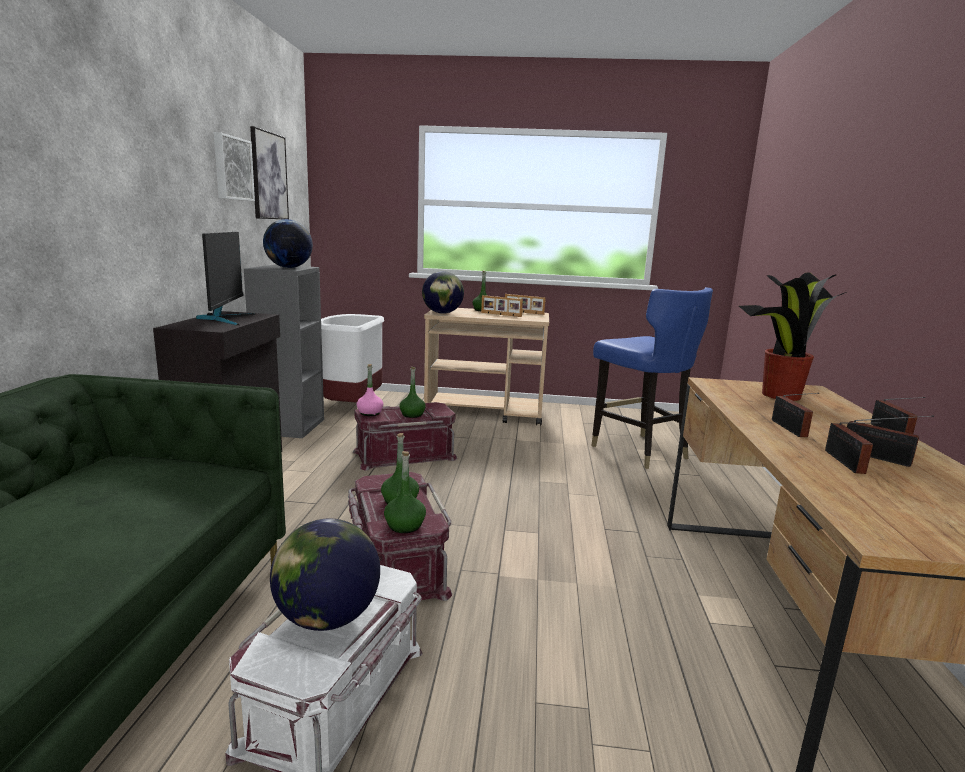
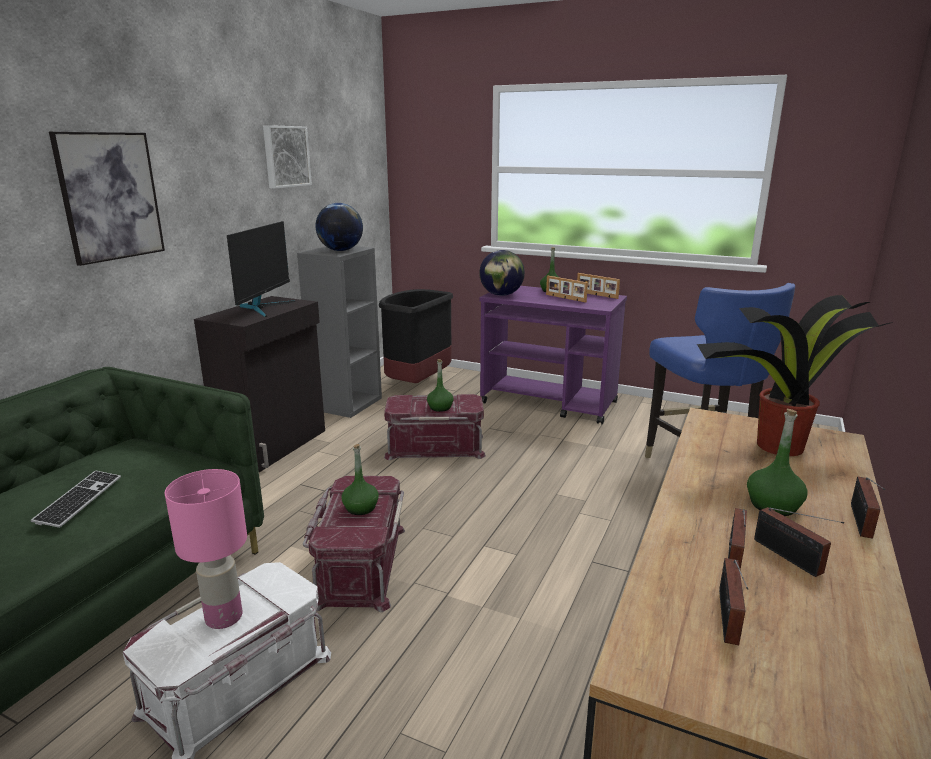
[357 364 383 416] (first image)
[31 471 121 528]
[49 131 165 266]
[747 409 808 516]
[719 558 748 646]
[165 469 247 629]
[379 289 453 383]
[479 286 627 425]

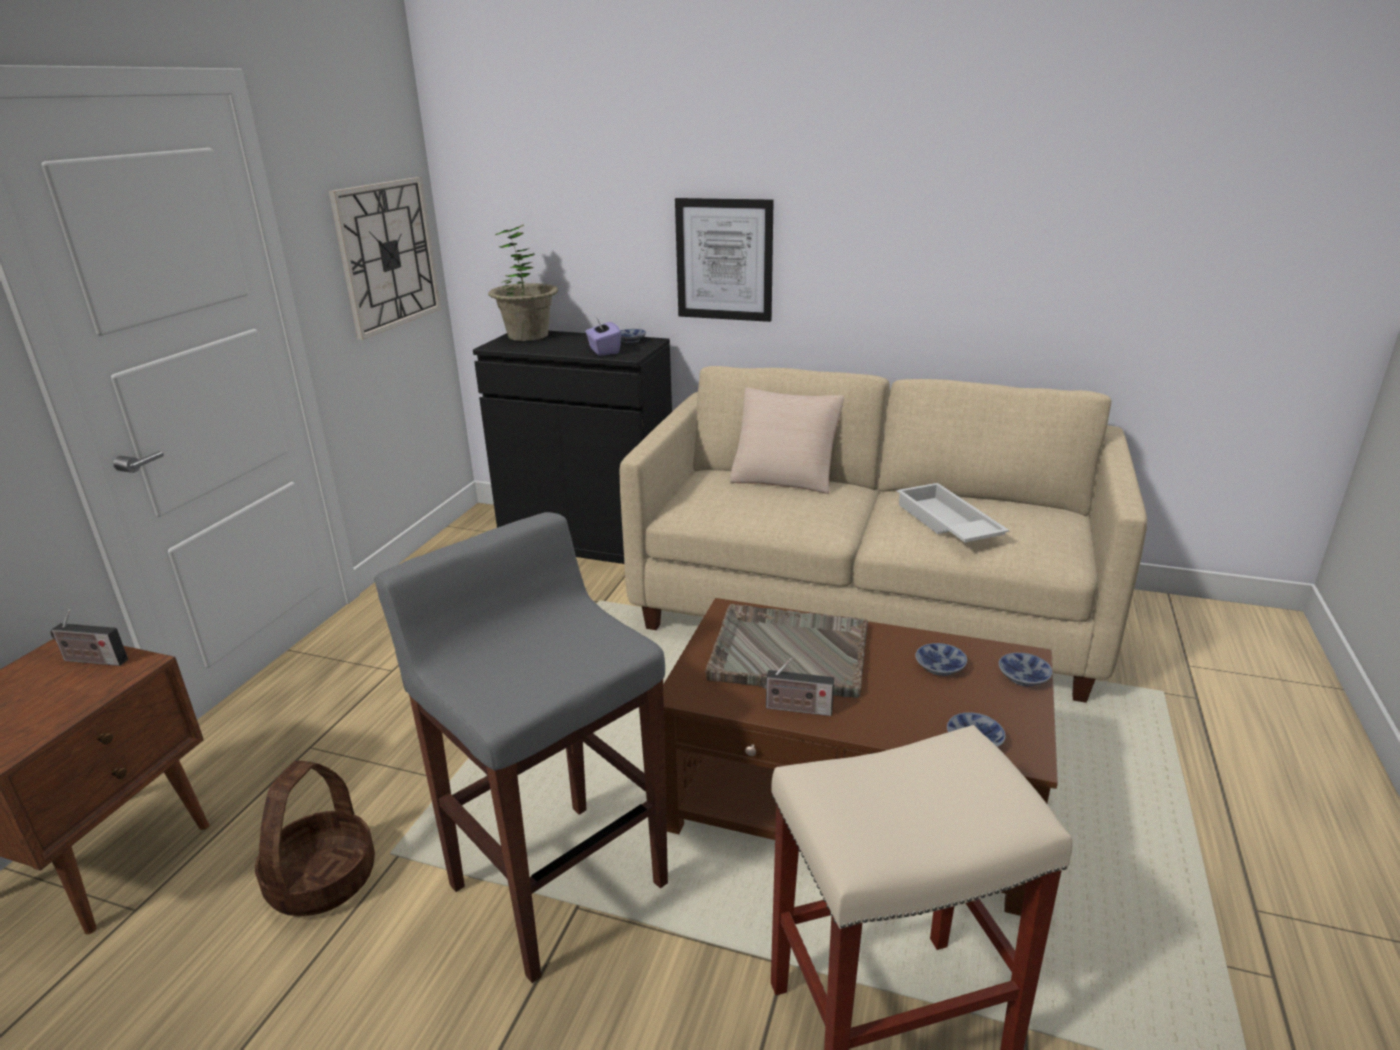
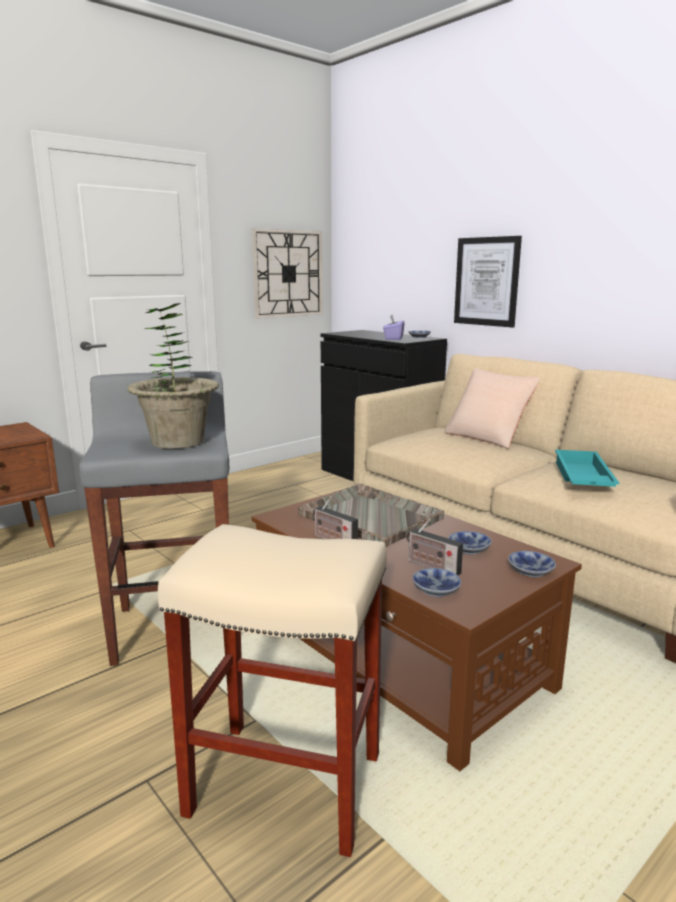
[255 761 375 916] (first image)
[406 518 463 576]
[127 303 219 449]
[555 450 620 487]

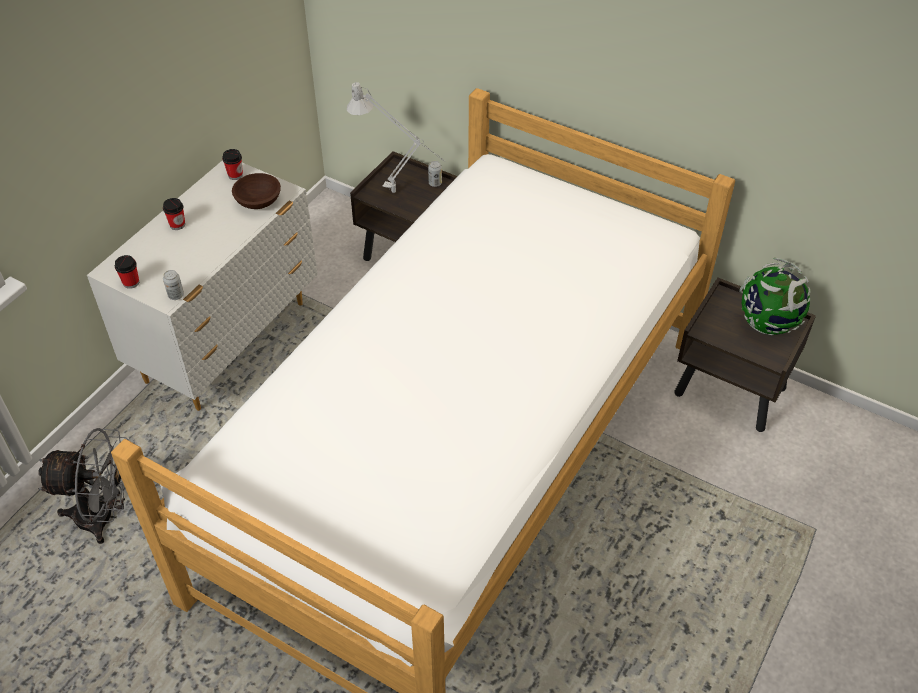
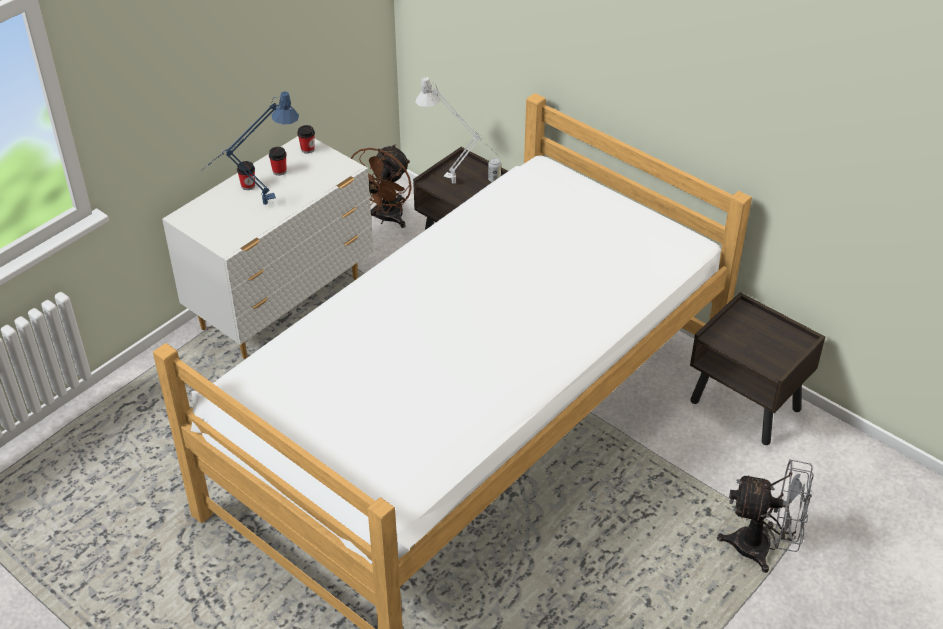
[163 270 184 300] (first image)
[232 173 281 209] (first image)
[739 258 811 335] (first image)
[202 92 299 205]
[351 144 412 228]
[717 459 814 573]
[269 147 287 176]

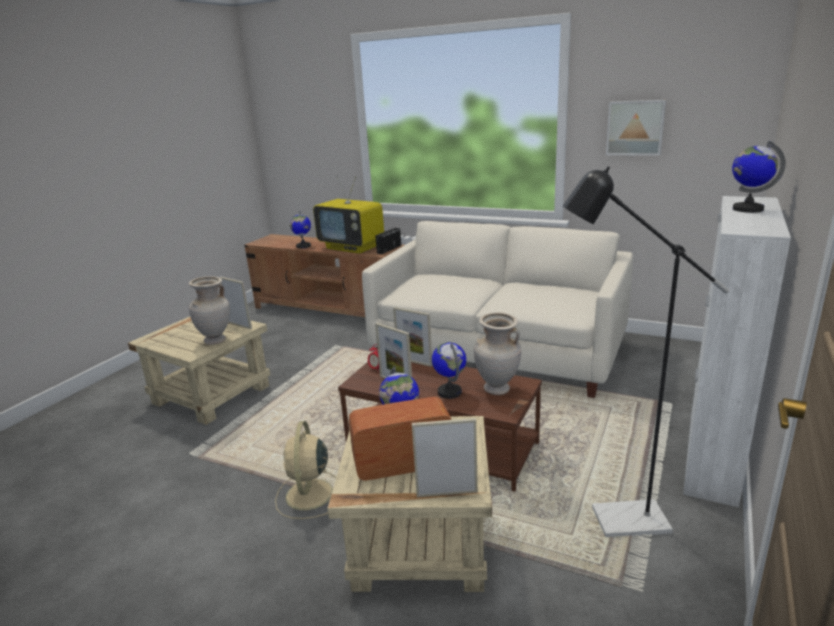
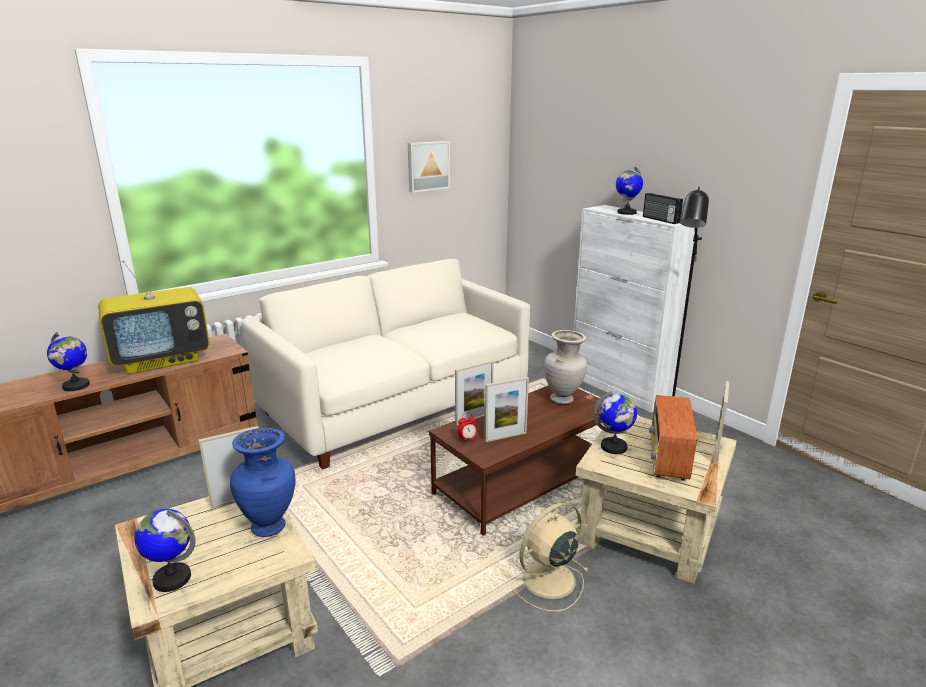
[643 193 683 224]
[134 509 195 592]
[230 428 296 537]
[511 502 589 612]

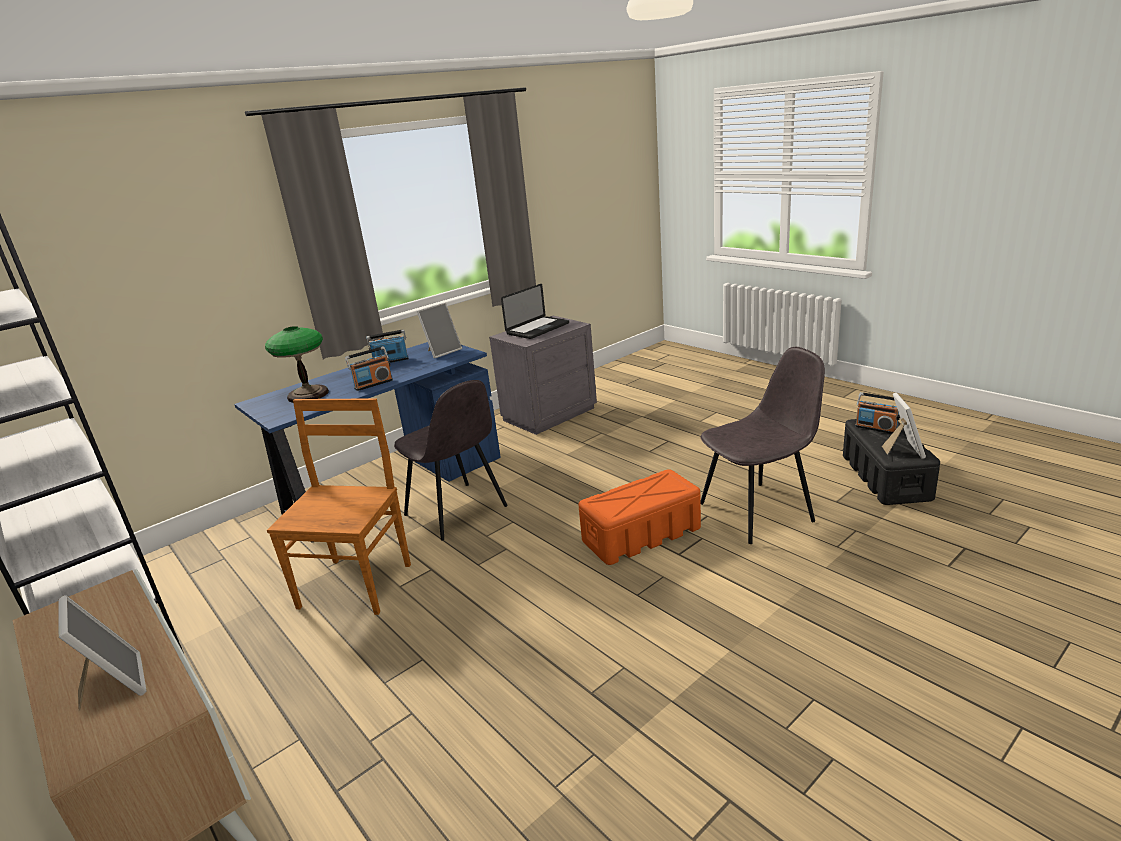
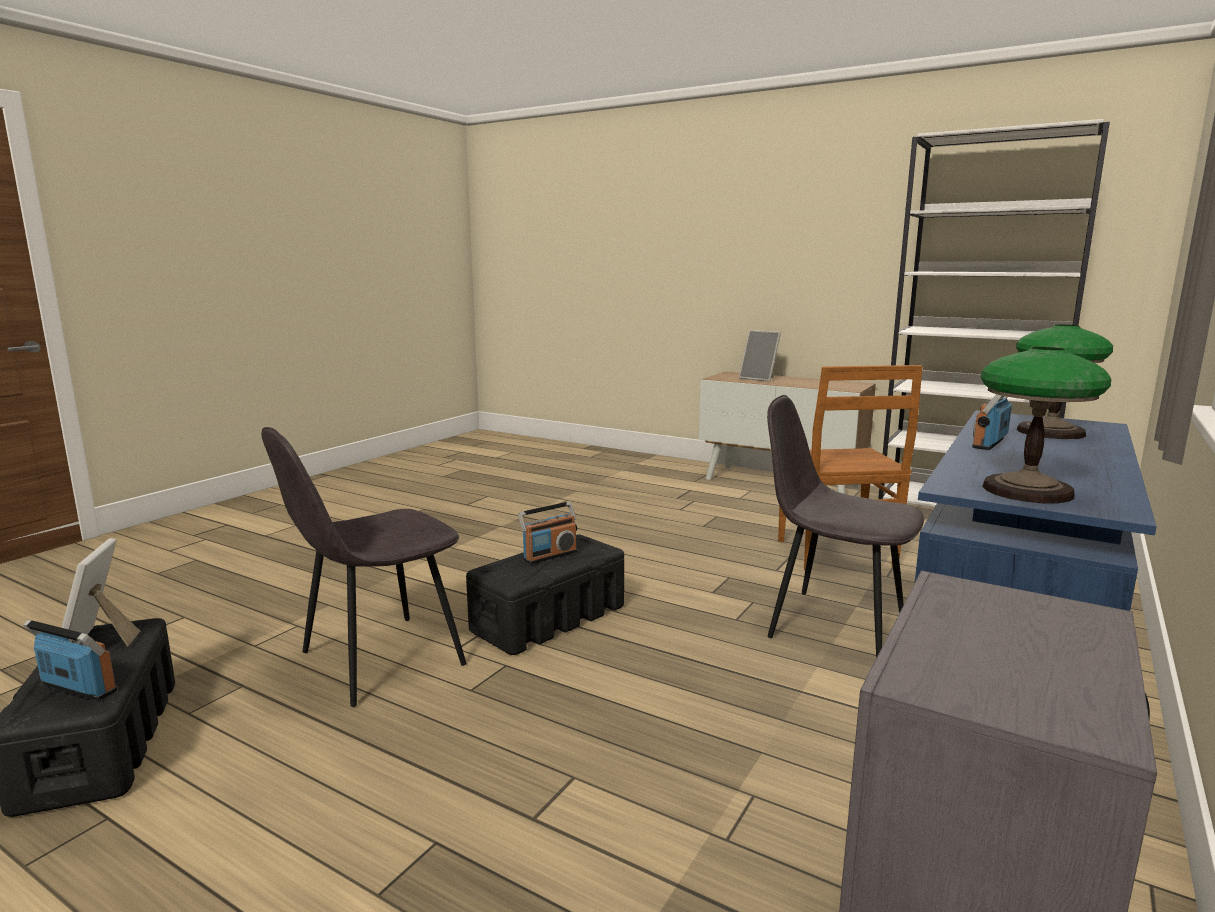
[501 284 569 339] (first image)
[518 502 577 564]
[981 347 1111 503]
[466 535 624 655]

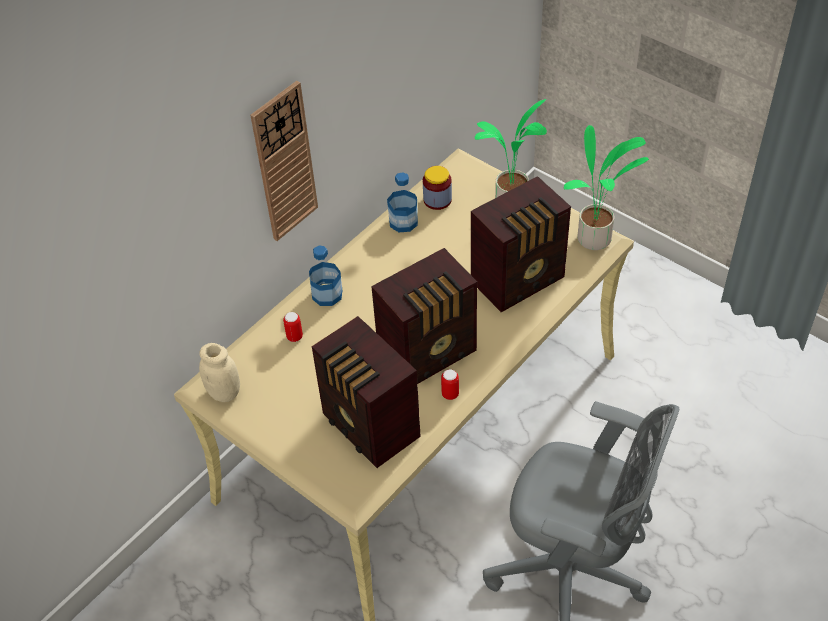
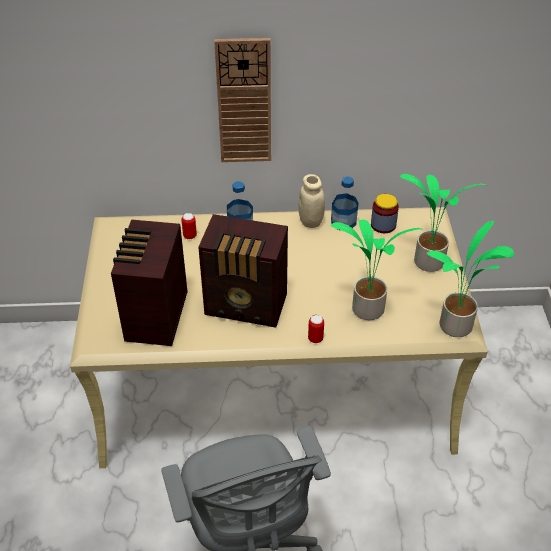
[299 174 325 228]
[308 315 324 343]
[331 219 422 320]

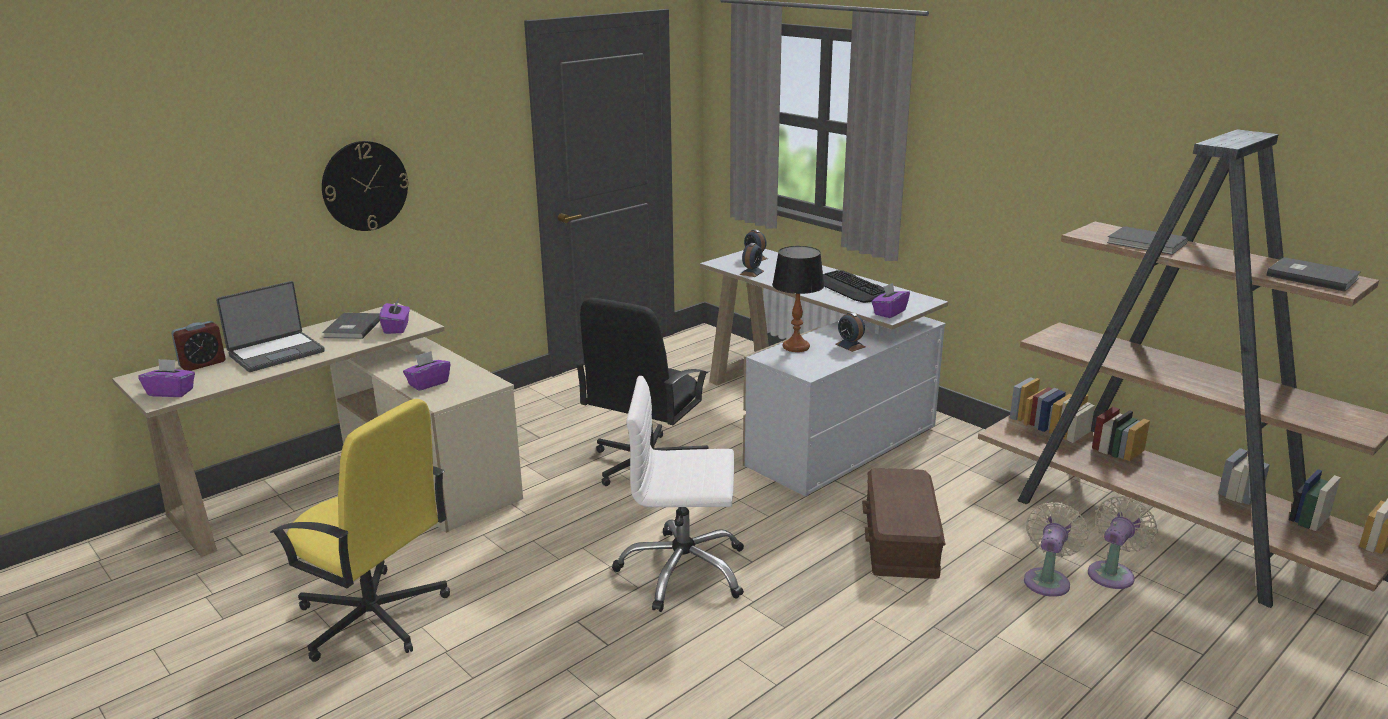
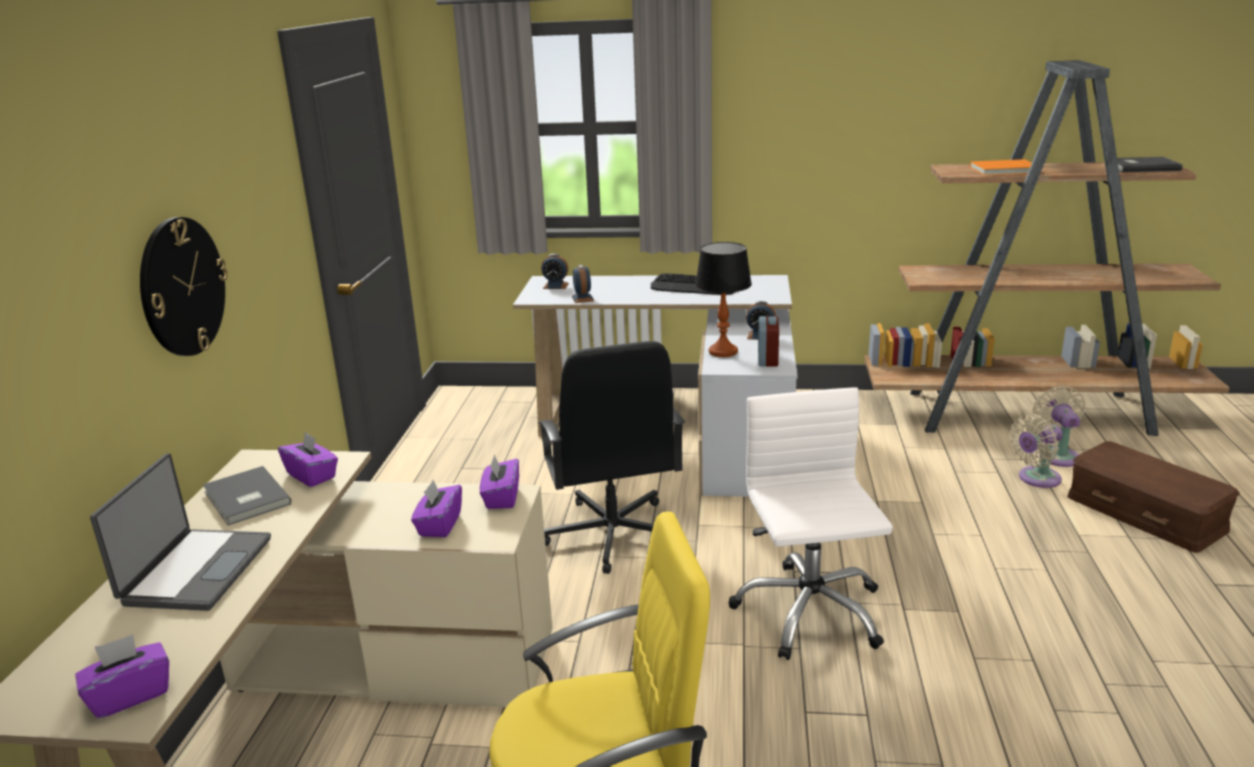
[758 316 779 367]
[1067 441 1240 553]
[480 454 519 509]
[970 159 1032 175]
[729 387 893 660]
[1010 414 1063 488]

